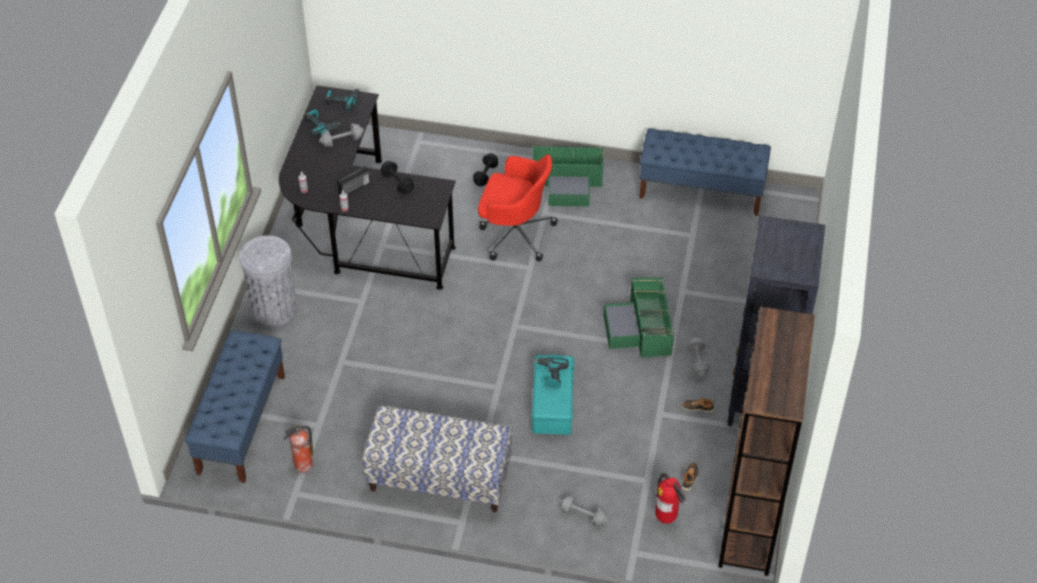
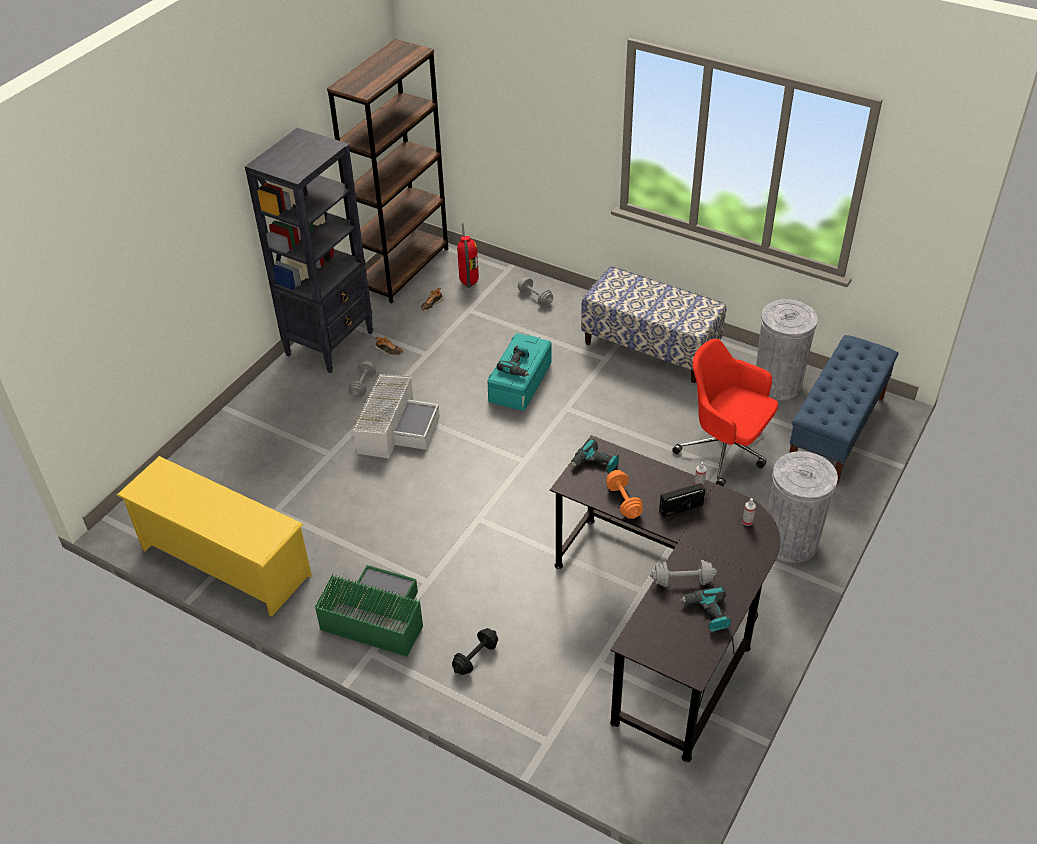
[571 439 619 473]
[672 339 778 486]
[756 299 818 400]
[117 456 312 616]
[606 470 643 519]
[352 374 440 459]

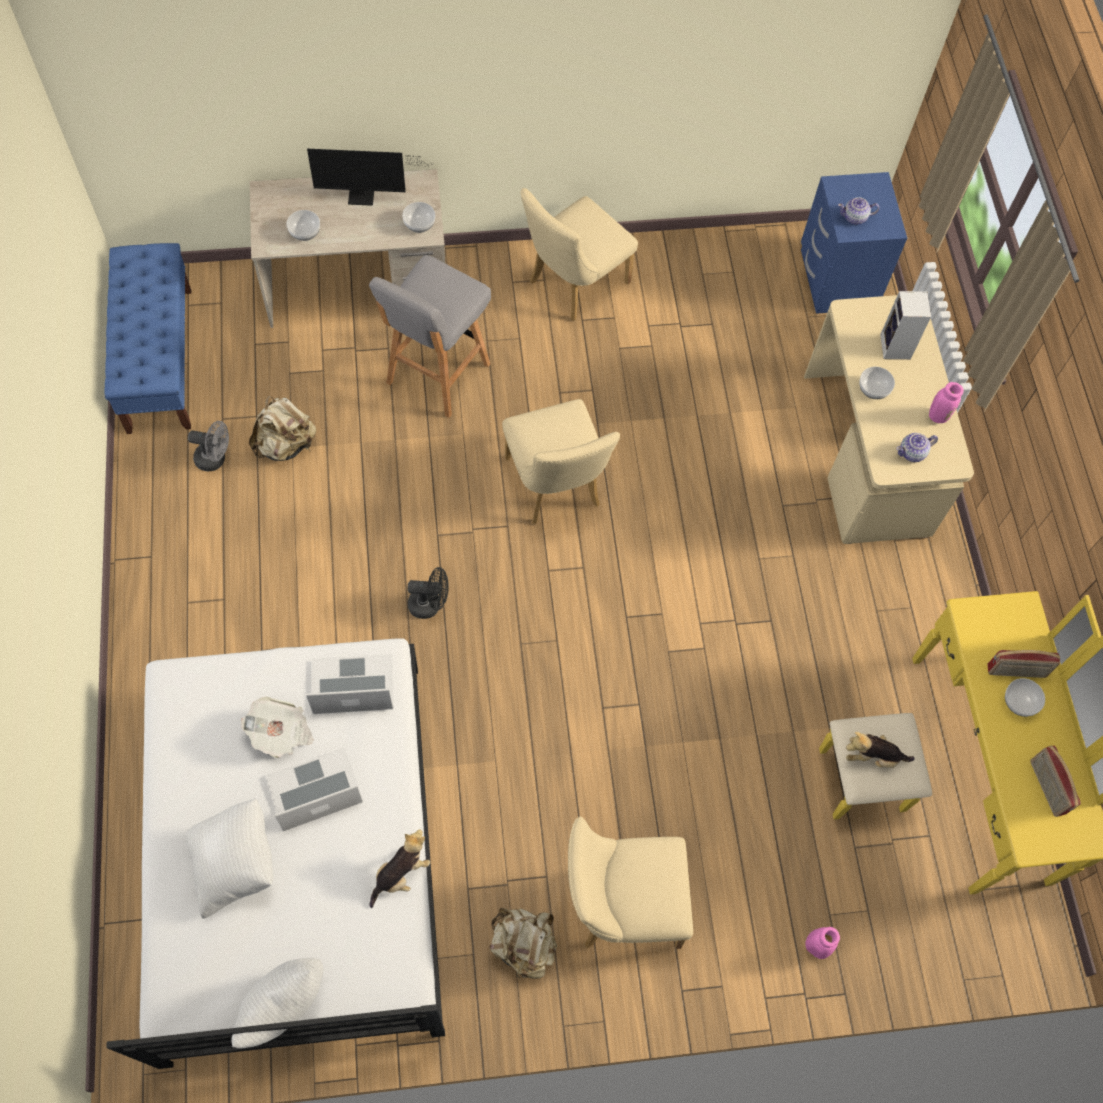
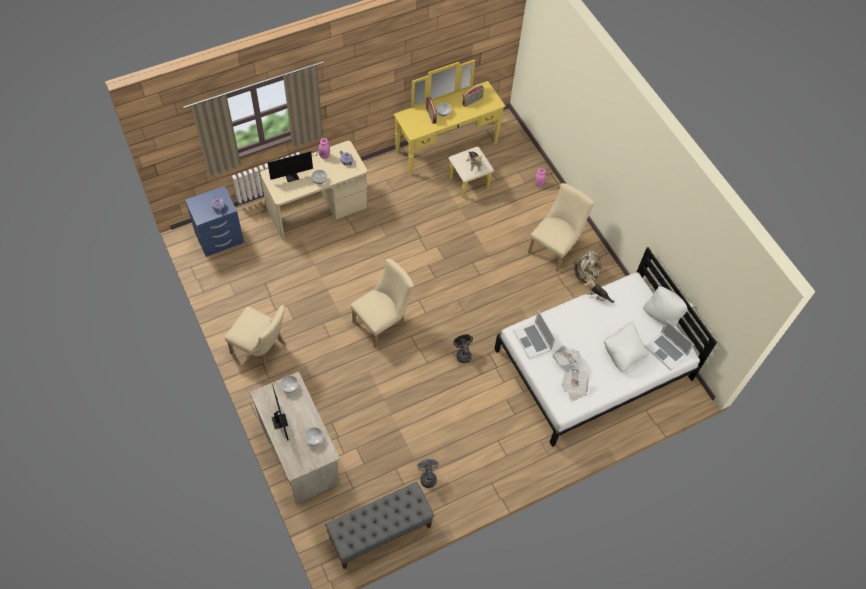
[249 396 316 461] (first image)
[369 255 491 418] (first image)
[562 367 589 402]
[645 321 694 370]
[268 151 323 182]
[325 482 434 569]
[528 183 594 272]

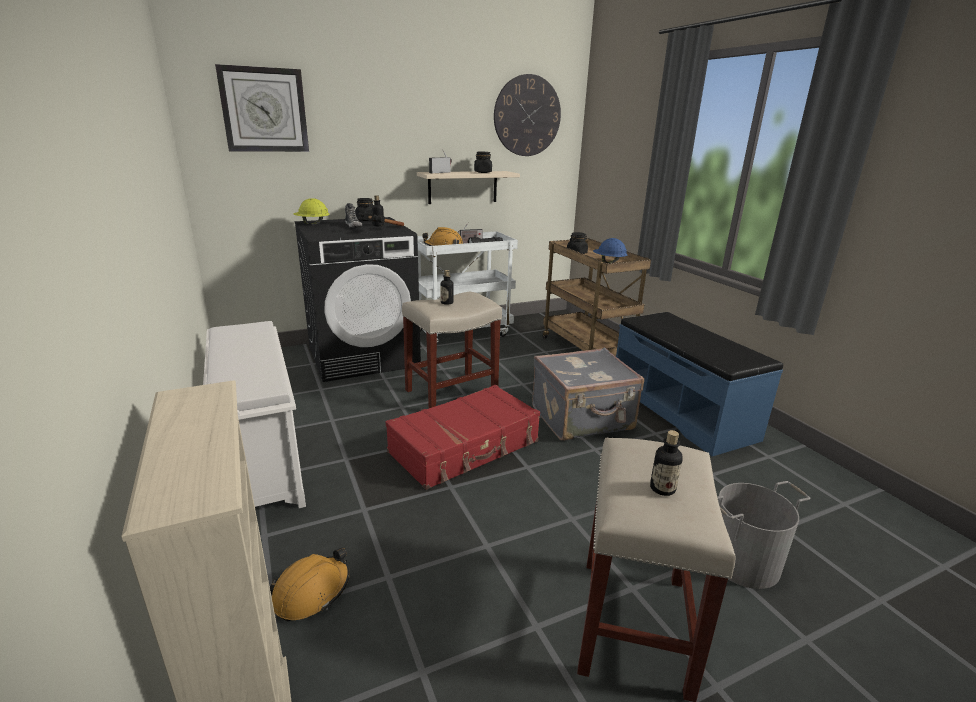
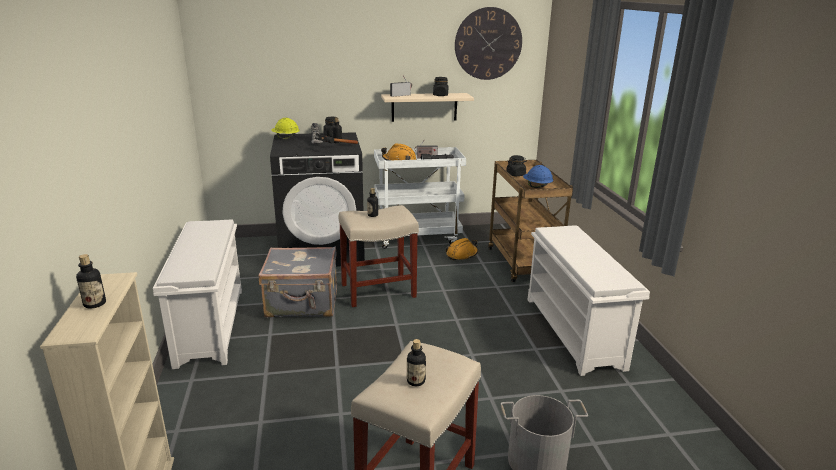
[215 64 309 152] (first image)
[386 385 540 490] (first image)
[76 254 106 309]
[445 238 478 260]
[259 247 337 318]
[528 225 650 376]

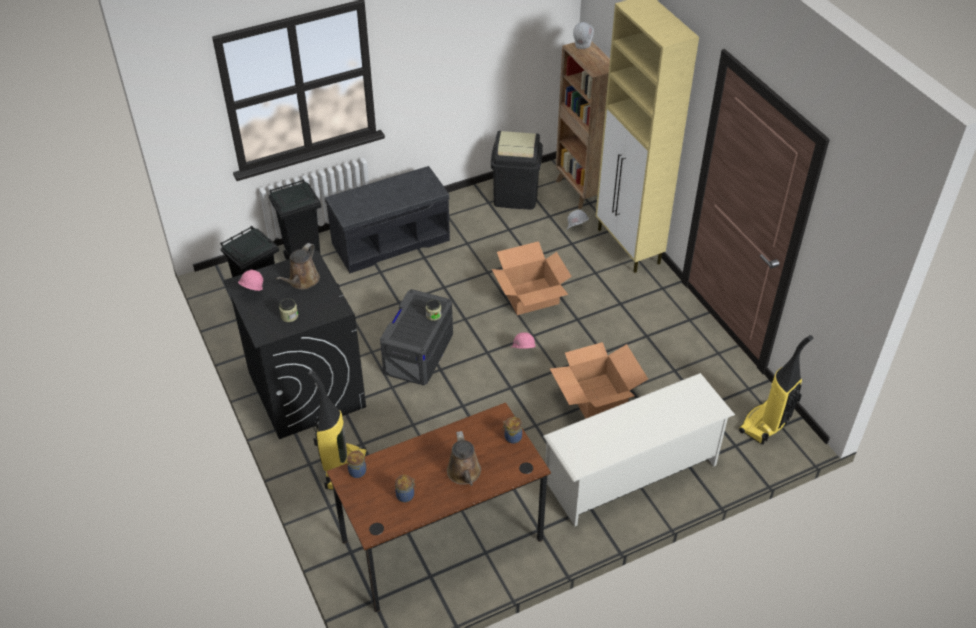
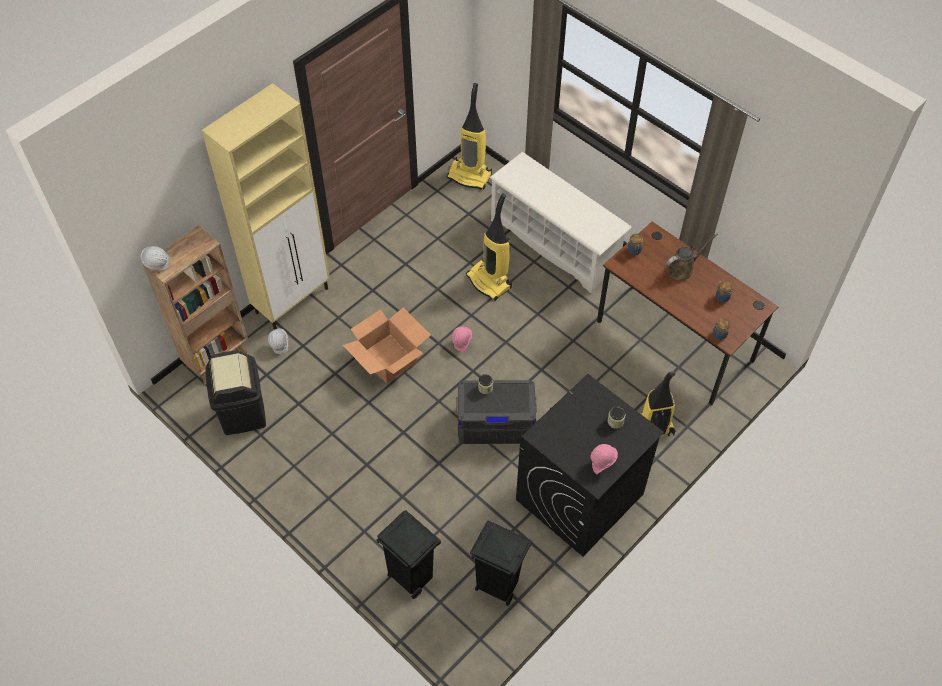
[276 243 320 290] (first image)
[325 166 450 273] (first image)
[466 193 512 301]

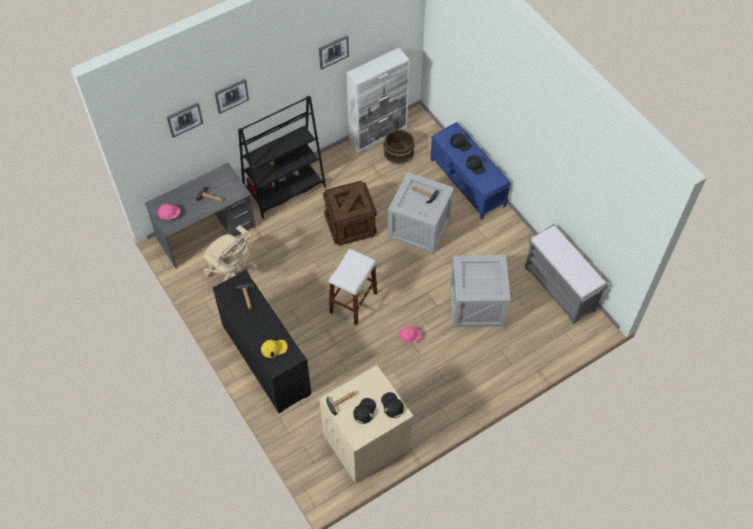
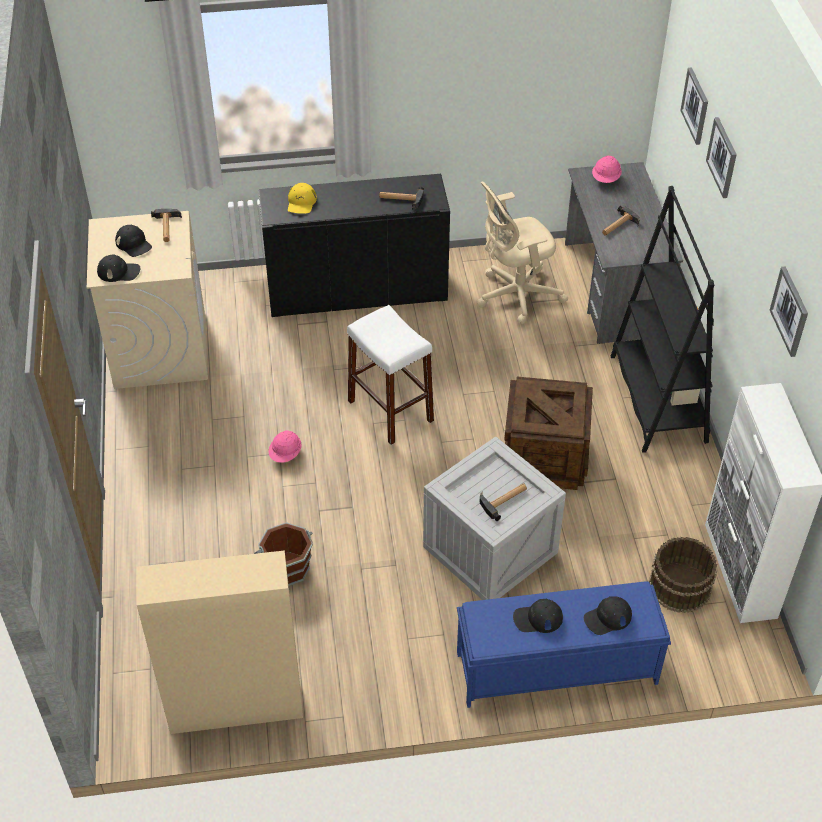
[254 522 313 586]
[136 550 303 734]

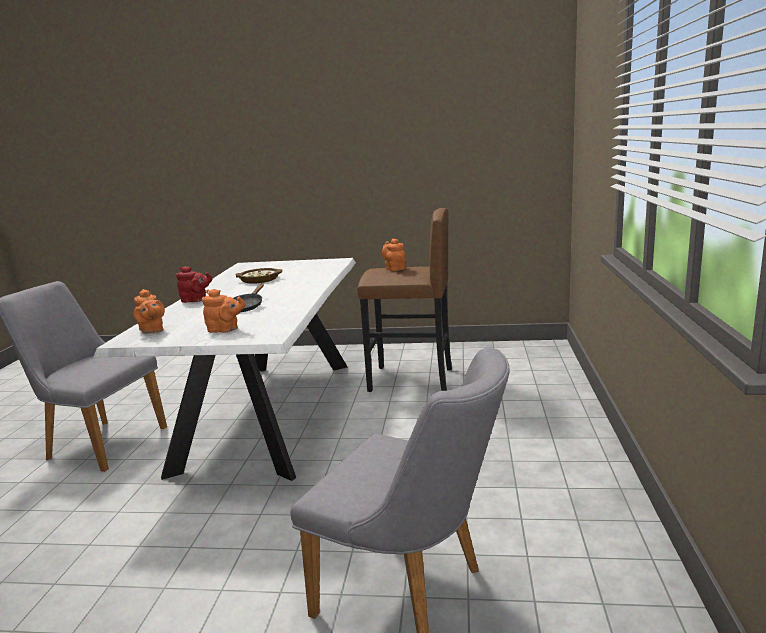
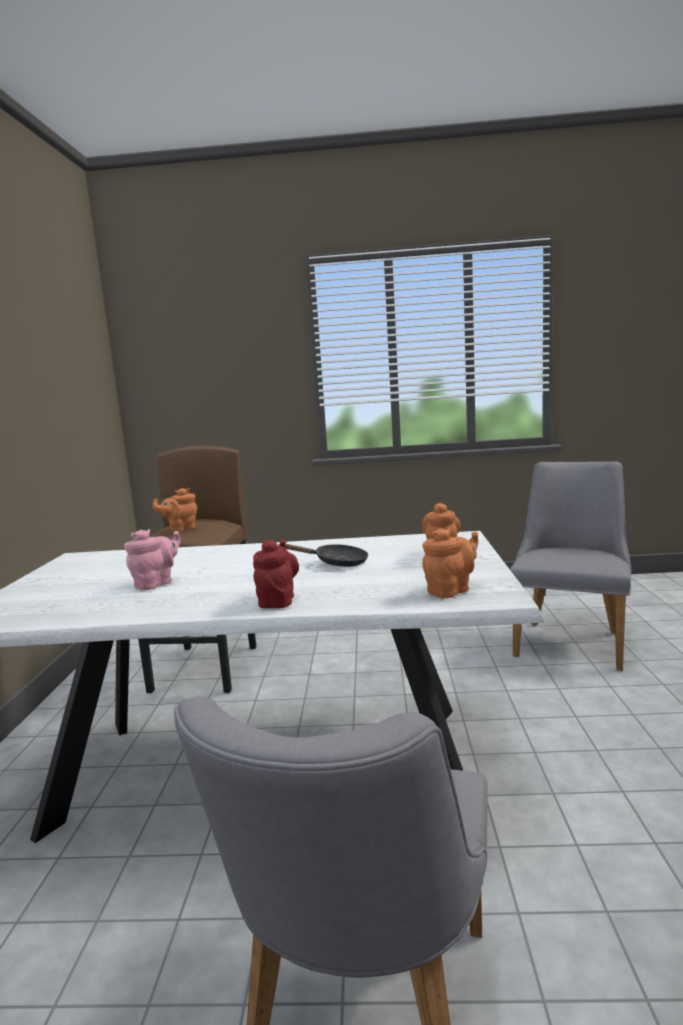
[124 529 181 591]

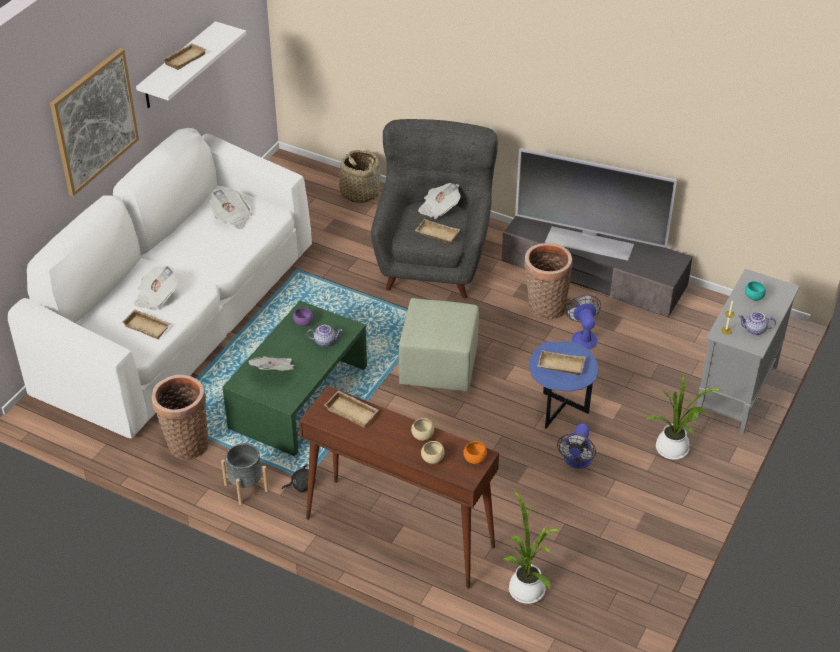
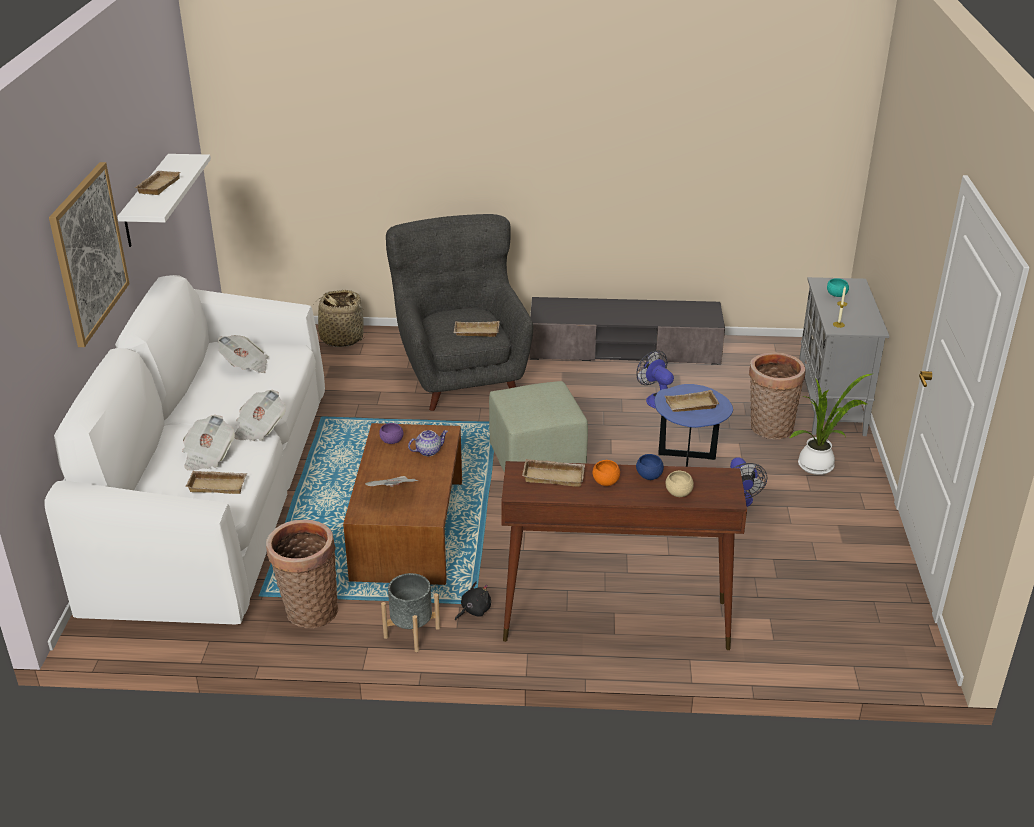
[504 490 560 604] (first image)
[515 148 677 261] (first image)
[738 312 776 335] (first image)
[235 390 286 441]
[593 460 620 486]
[749 352 806 439]
[343 423 462 585]
[636 454 664 480]

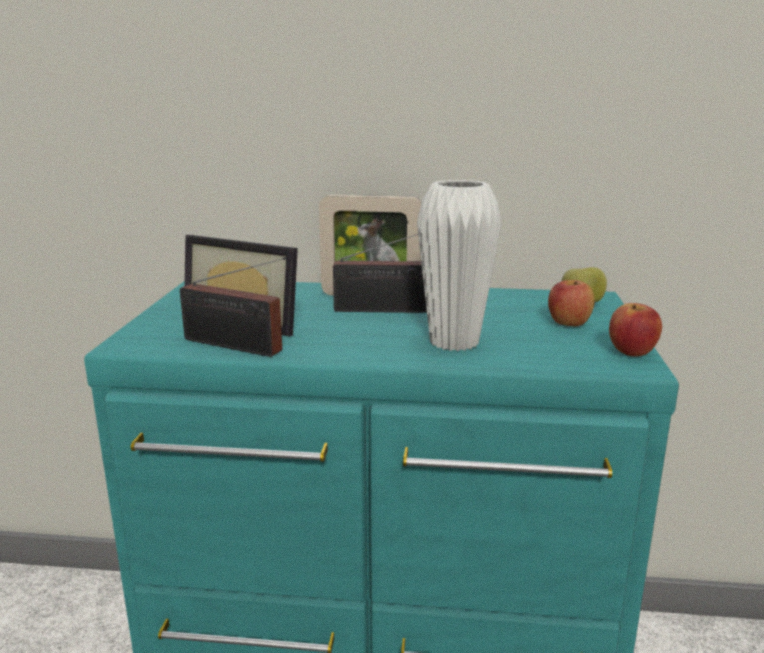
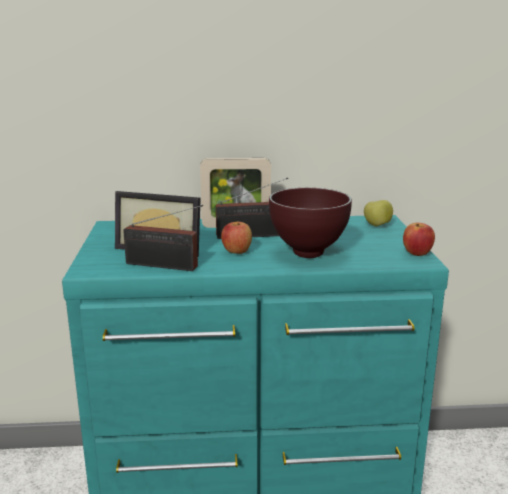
[221 222 252 254]
[269 188 352 258]

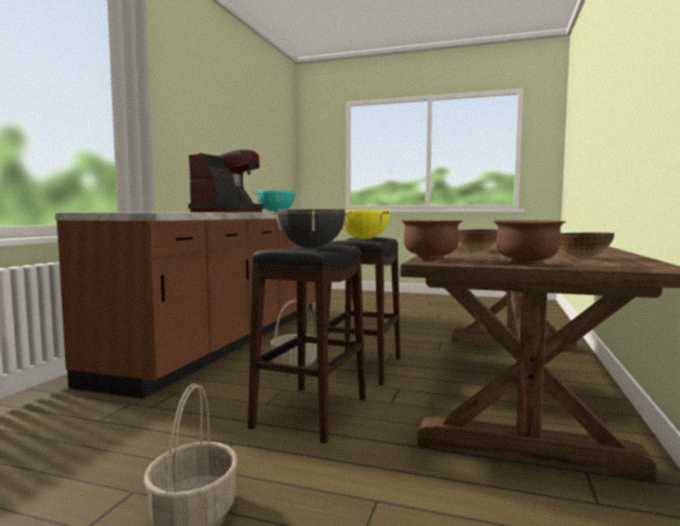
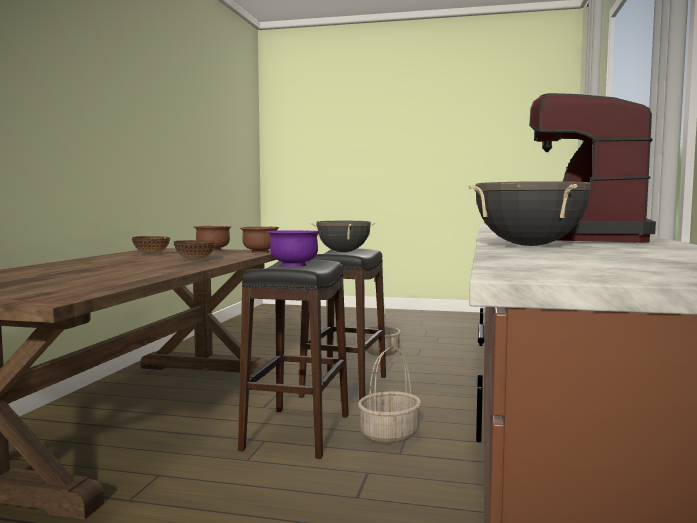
[267 230 321 267]
[469 181 591 246]

